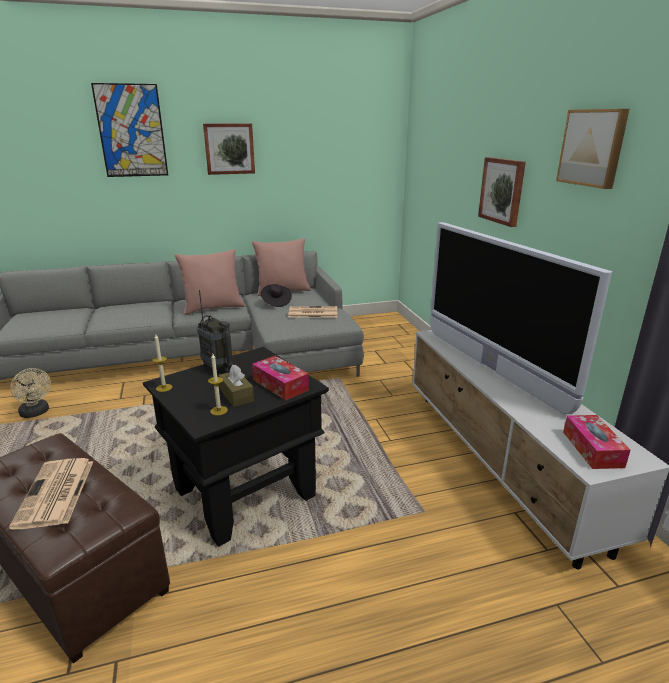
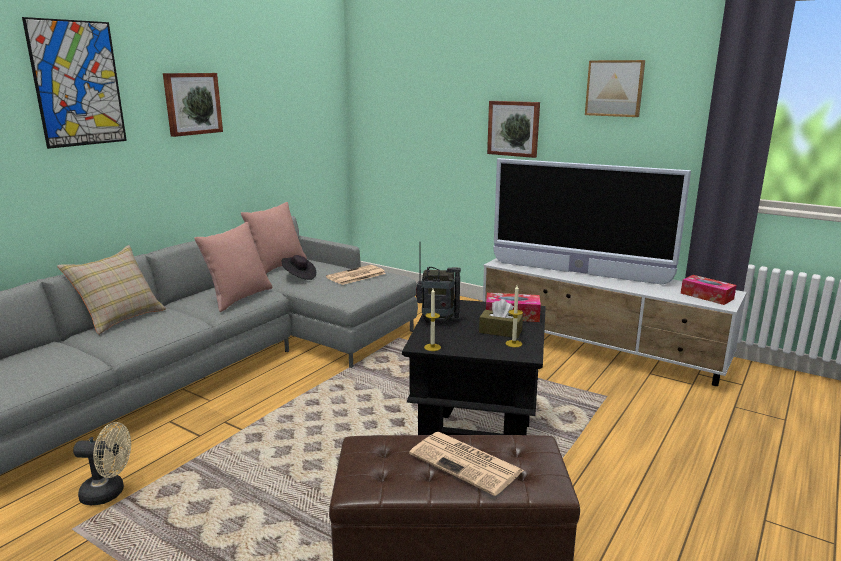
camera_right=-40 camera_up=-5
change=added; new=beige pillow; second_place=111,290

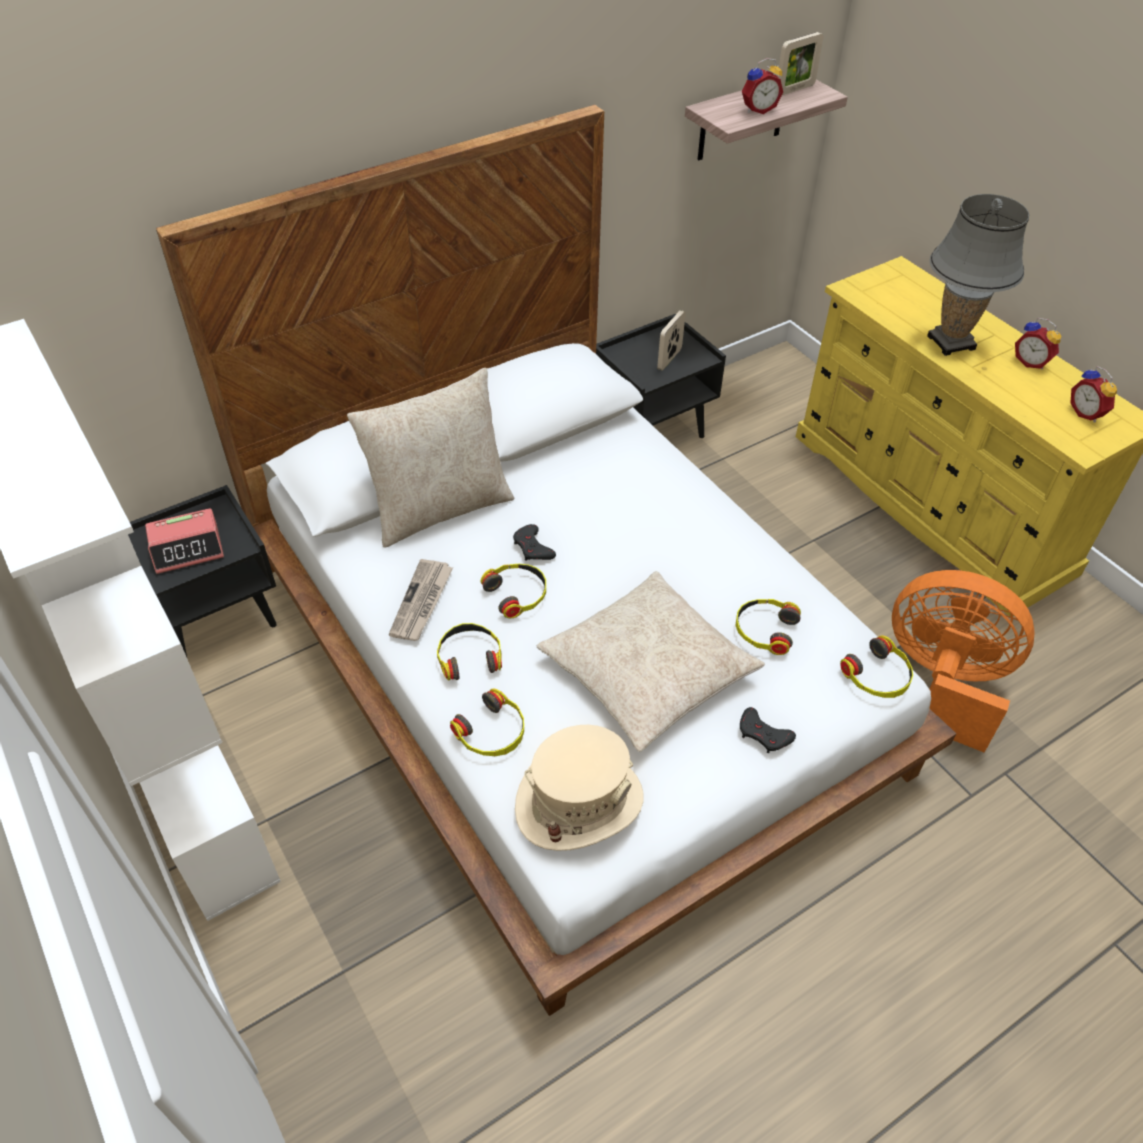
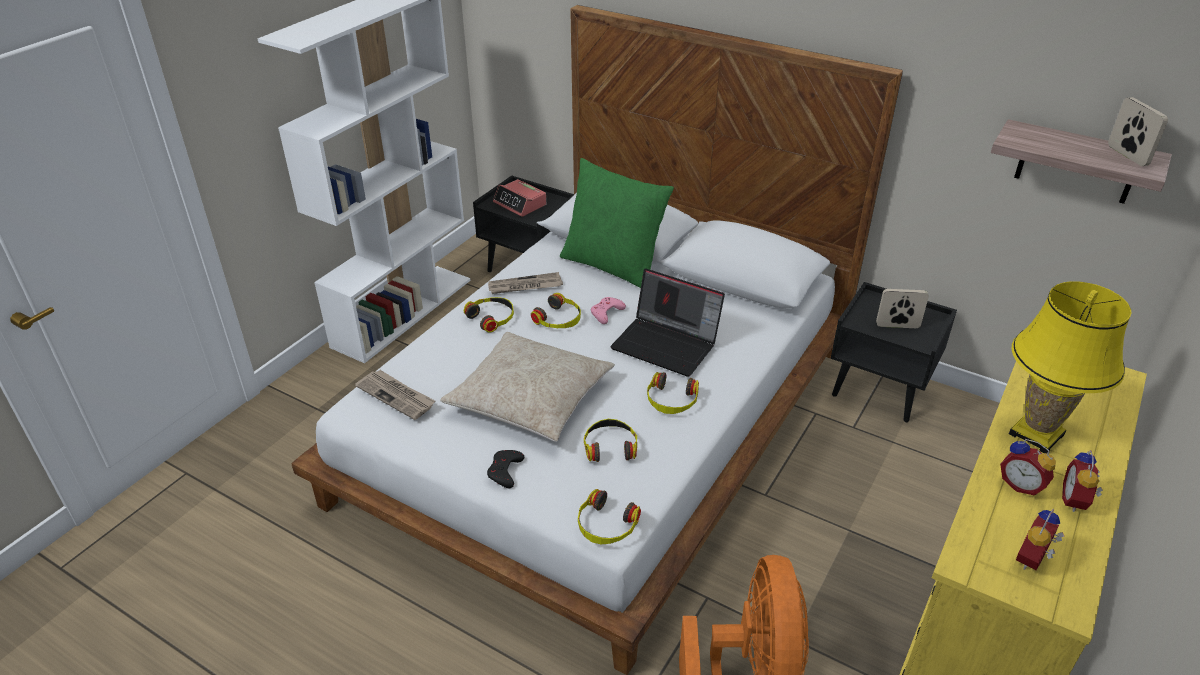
camera_right=65 camera_up=-10
change=recoloured; old=beige pillow; new=green pillow; first_place=430,458; second_place=617,223
change=moved; old=headphones; first_place=487,722; second_place=673,393
change=recoloured; old=black game controller; new=pink game controller; first_place=534,542; second_place=608,310
change=replaced; old=beige hat; new=newspaper; first_place=579,788; second_place=395,395
change=moved; old=alarm clock; first_place=762,86; second_place=1028,467
change=turned; old=picture frame; first_place=800,63; second_place=1138,131; degrees=-135
change=recoloured; old=grey table lamp; new=yellow table lamp; first_place=978,275; second_place=1070,367
change=added; new=laptop; second_place=668,322

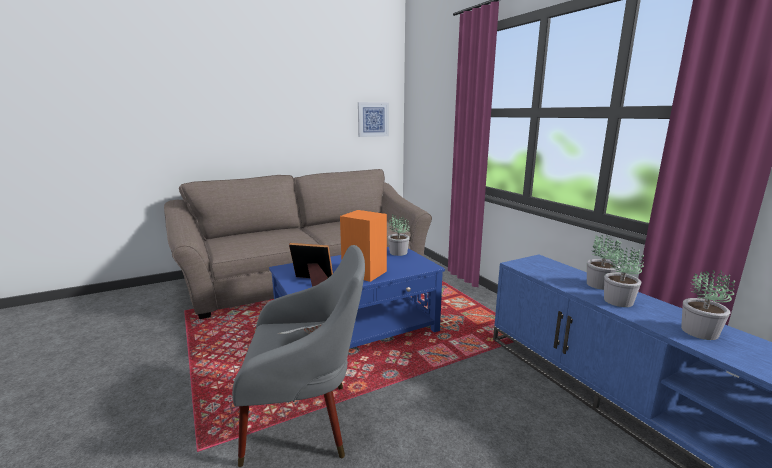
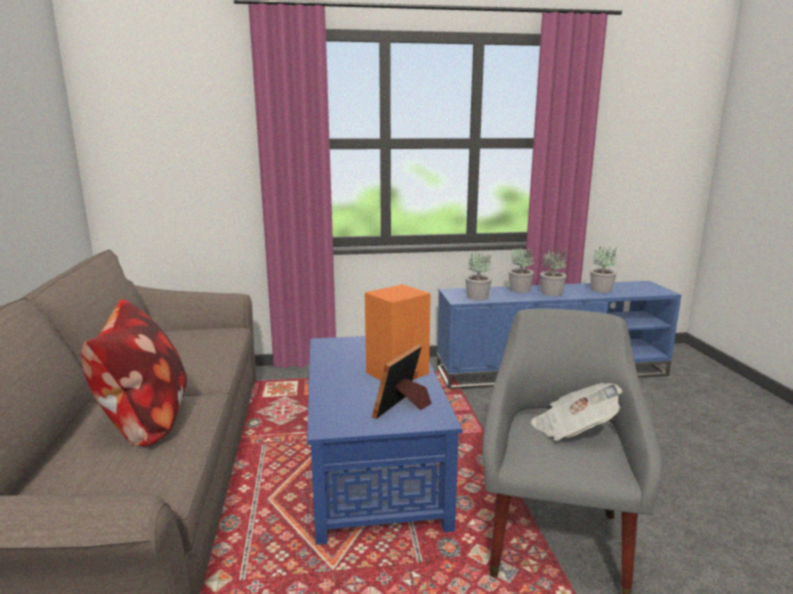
camera_right=-70 camera_up=0
change=removed; old=picture; first_place=373,119
change=moved; old=potted plant; first_place=399,235; second_place=478,276
change=added; new=pillow; second_place=134,372

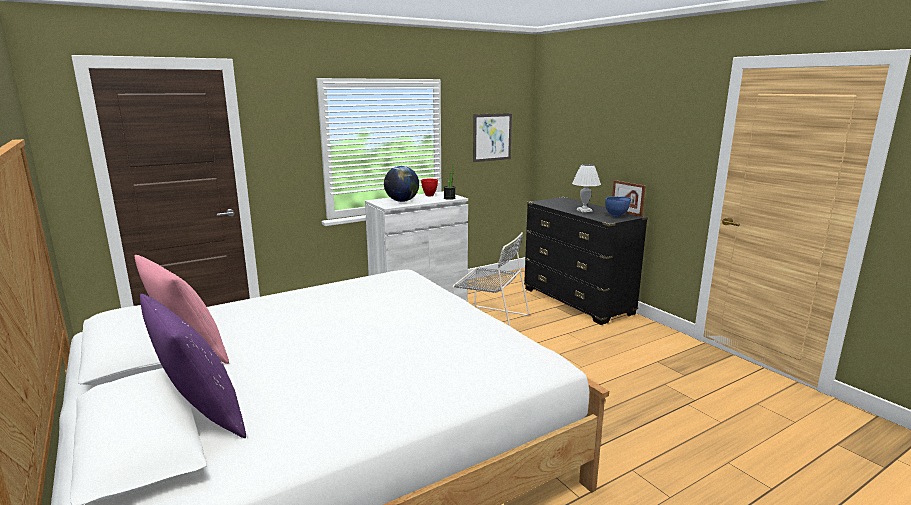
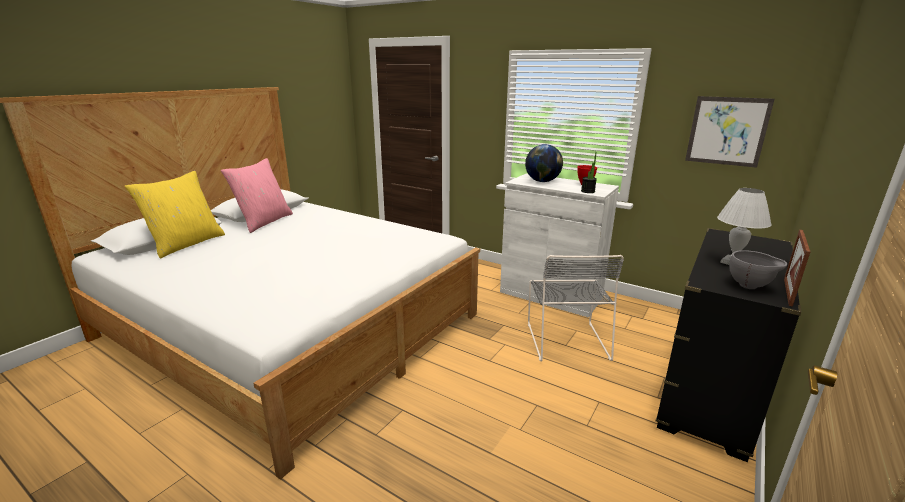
camera_right=65 camera_up=5
change=recoloured; old=purple pillow; new=yellow pillow; first_place=193,366; second_place=175,214
change=recoloured; old=blue bowl; new=grey bowl; first_place=618,207; second_place=758,269

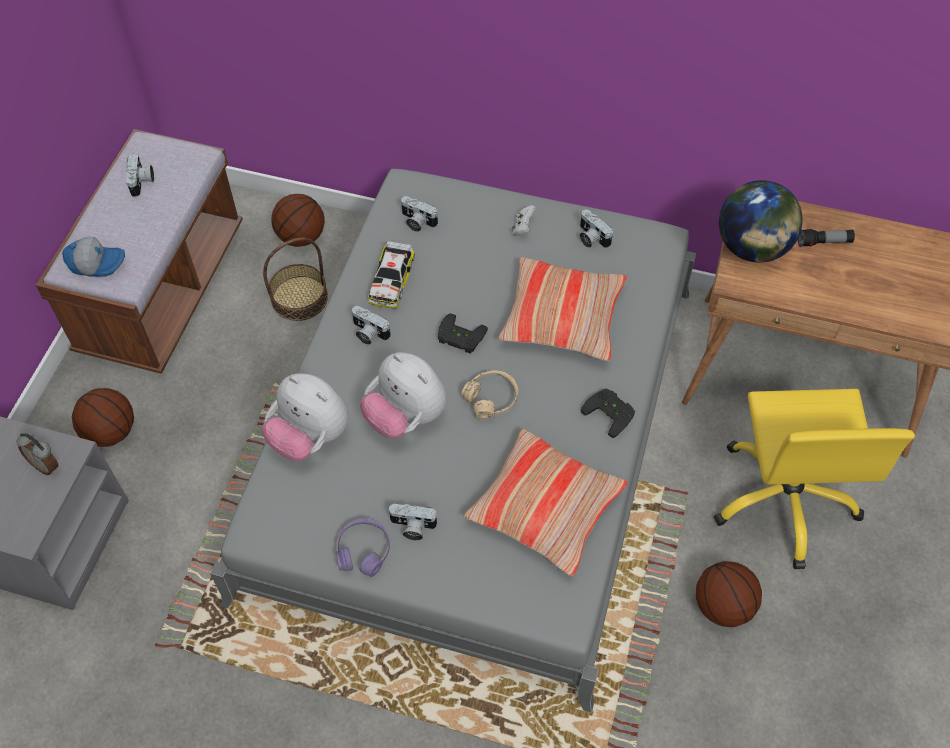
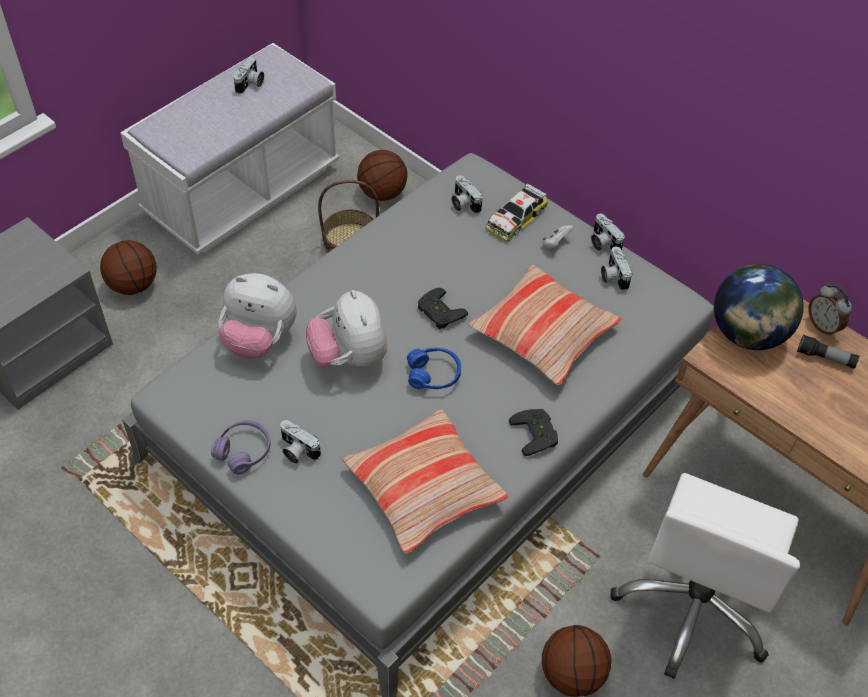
camera_right=25 camera_up=-5
change=moved; old=alarm clock; first_place=38,453; second_place=830,310
change=recoloured; old=brown bench; new=white bench; first_place=139,251; second_place=229,148
change=removed; old=cap; first_place=93,256
change=turned; old=plush toy; first_place=305,417; second_place=257,316; degrees=-45
change=moved; old=photo camera; first_place=371,325; second_place=608,232
change=moved; old=toy car; first_place=391,275; second_place=517,212
change=recoloured; old=beige headphones; new=blue headphones; first_place=489,395; second_place=434,368
change=recoloured; old=yellow office chair; new=white office chair; first_place=814,479; second_place=705,576

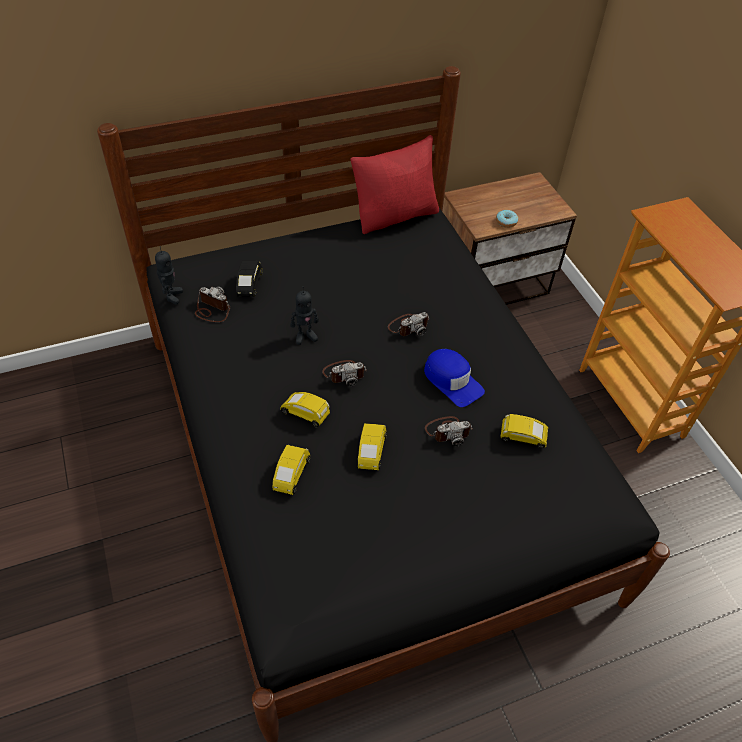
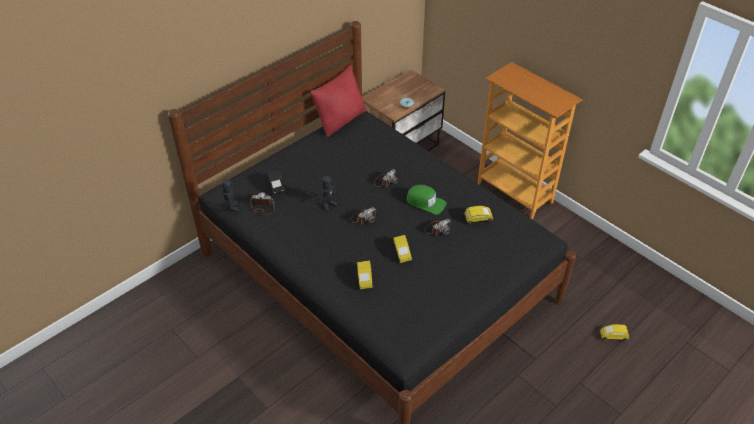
camera_right=-20 camera_up=-5
change=moved; old=yellow toy car; first_place=305,409; second_place=614,333
change=recoloured; old=blue cap; new=green cap; first_place=454,378; second_place=426,200

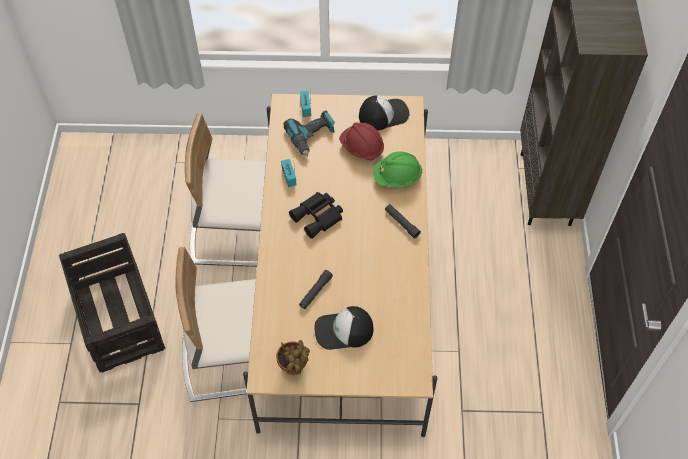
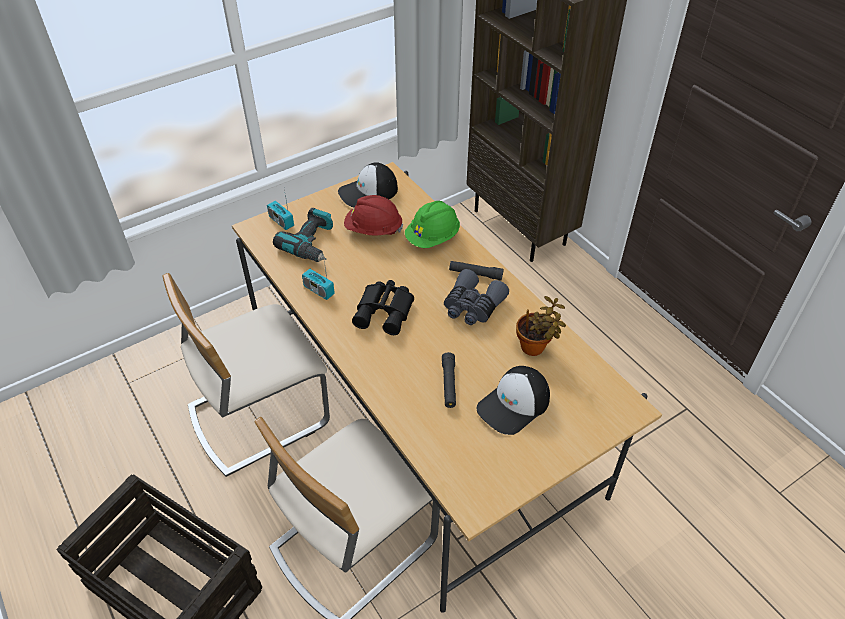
camera_right=-35 camera_up=-10
change=moved; old=potted plant; first_place=293,357; second_place=541,326
change=turned; old=cap; first_place=384,113; second_place=368,184; degrees=-150
change=added; new=grey binoculars; second_place=476,297

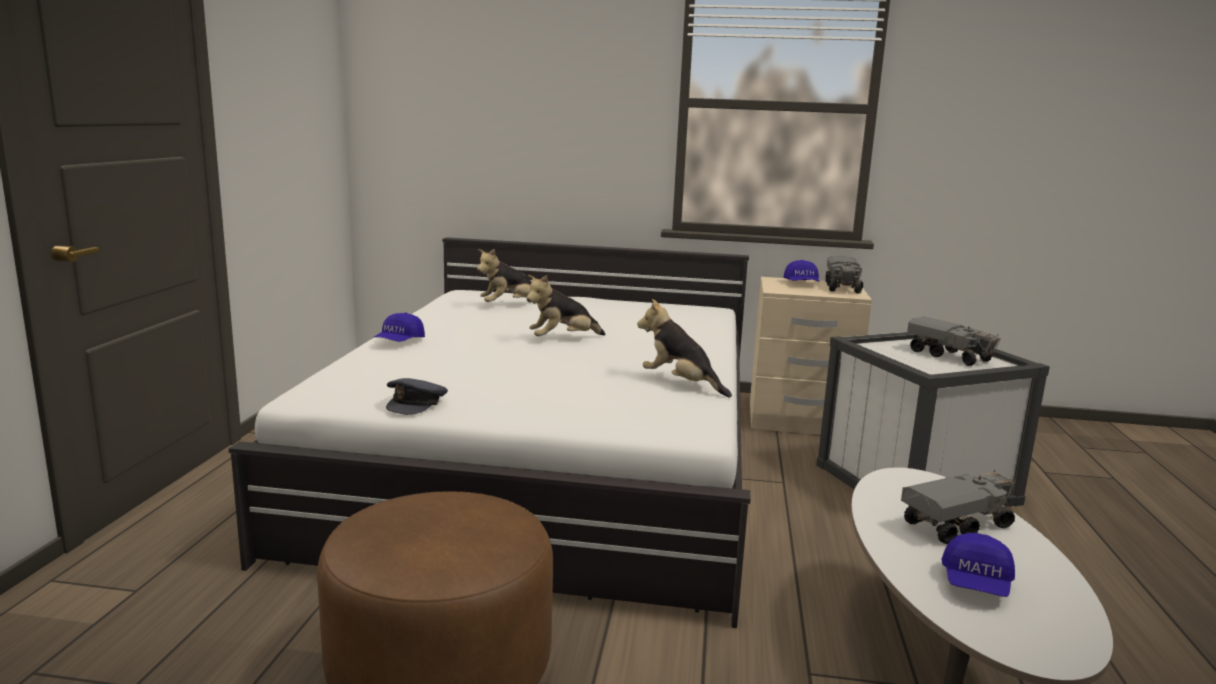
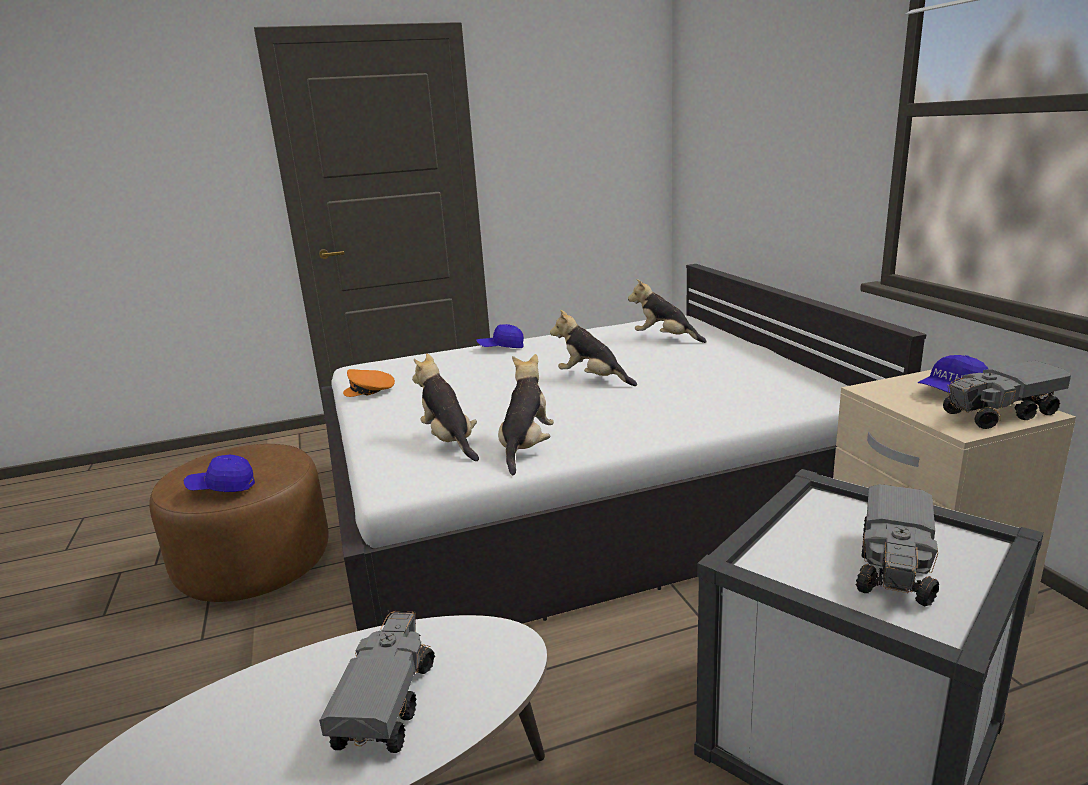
camera_right=65 camera_up=5
change=recoloured; old=grey cap; new=orange cap; first_place=417,396; second_place=369,383
change=turned; old=toy truck; first_place=958,507; second_place=377,682; degrees=-120
change=moved; old=blue cap; first_place=978,565; second_place=219,473
change=added; new=plush toy; second_place=445,407

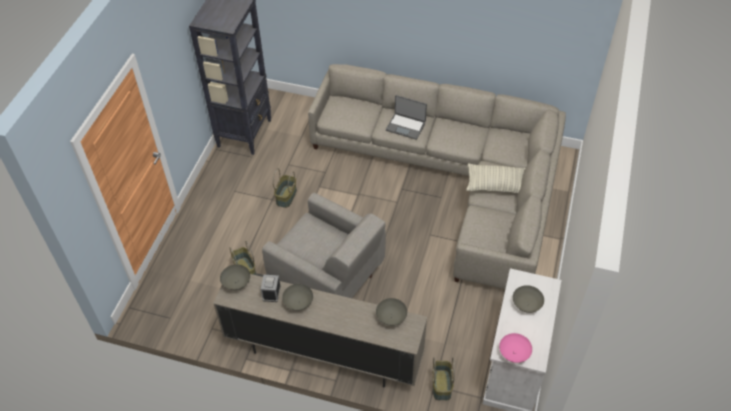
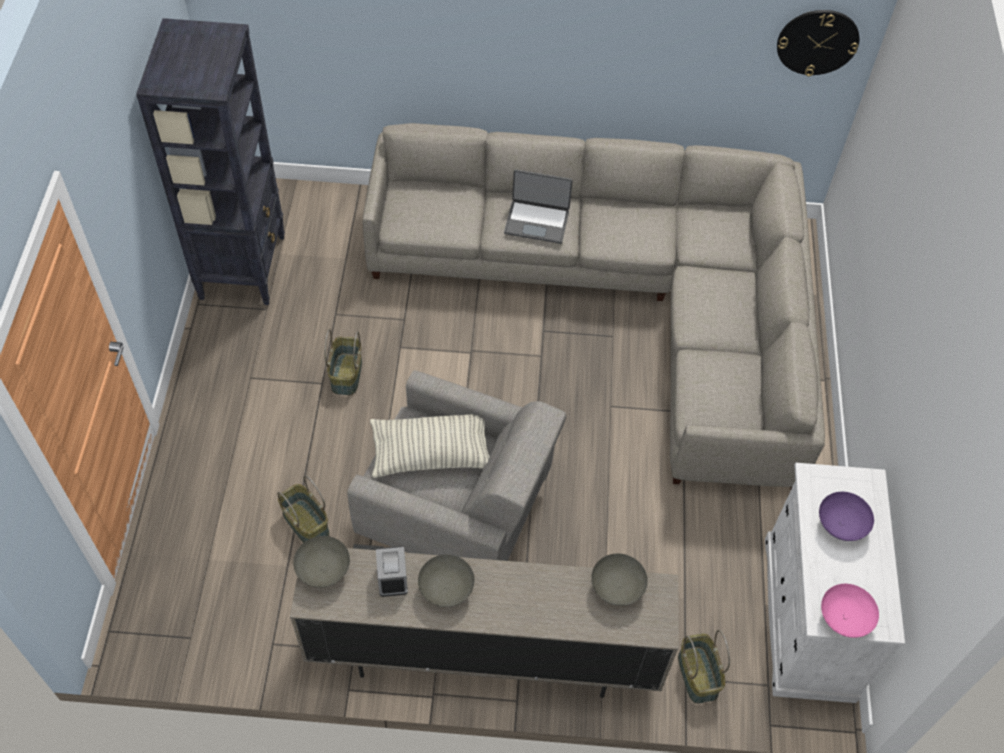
camera_right=-15 camera_up=5
change=moved; old=pillow; first_place=495,178; second_place=430,446
change=recoloured; old=grey bowl; new=purple bowl; first_place=528,299; second_place=846,516
change=added; new=wall clock; second_place=818,43

